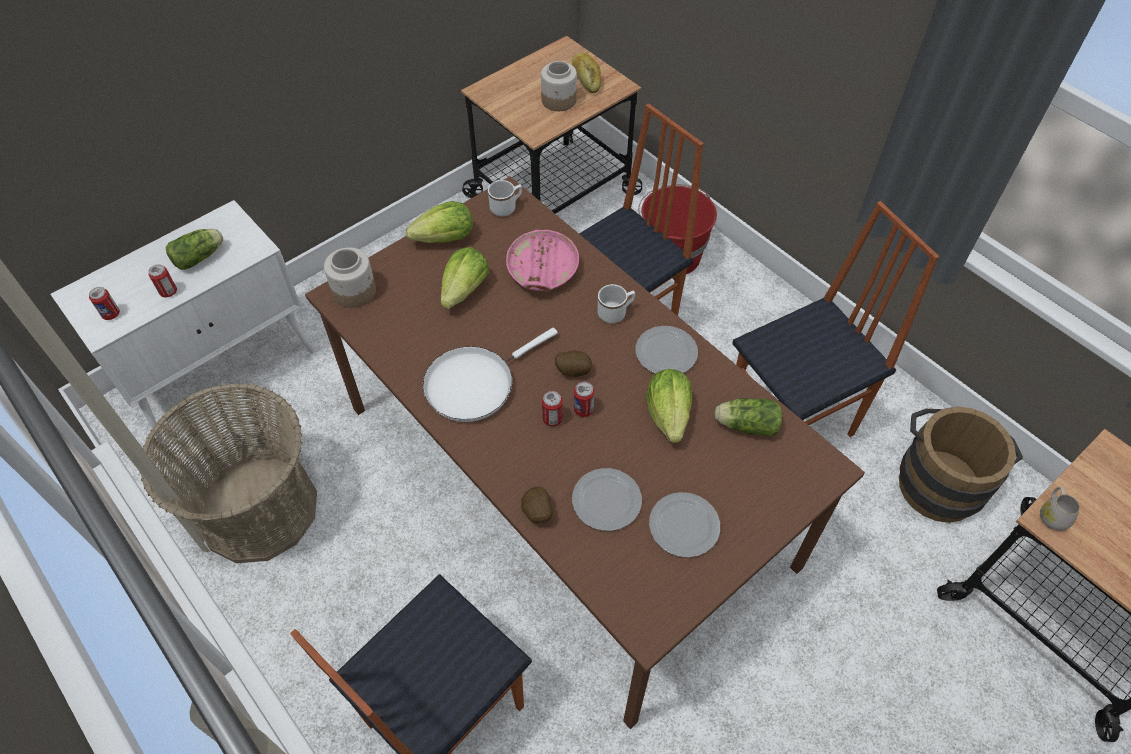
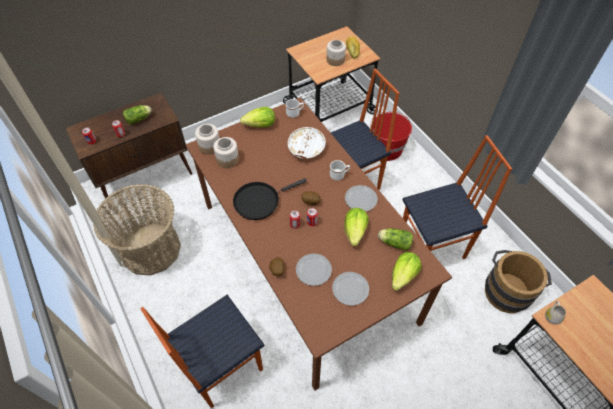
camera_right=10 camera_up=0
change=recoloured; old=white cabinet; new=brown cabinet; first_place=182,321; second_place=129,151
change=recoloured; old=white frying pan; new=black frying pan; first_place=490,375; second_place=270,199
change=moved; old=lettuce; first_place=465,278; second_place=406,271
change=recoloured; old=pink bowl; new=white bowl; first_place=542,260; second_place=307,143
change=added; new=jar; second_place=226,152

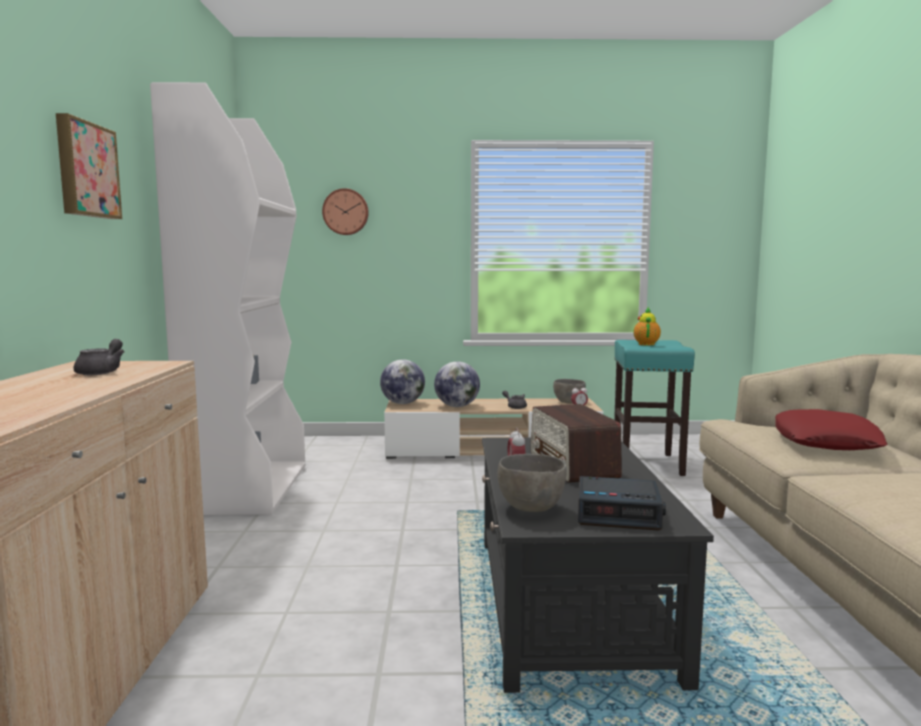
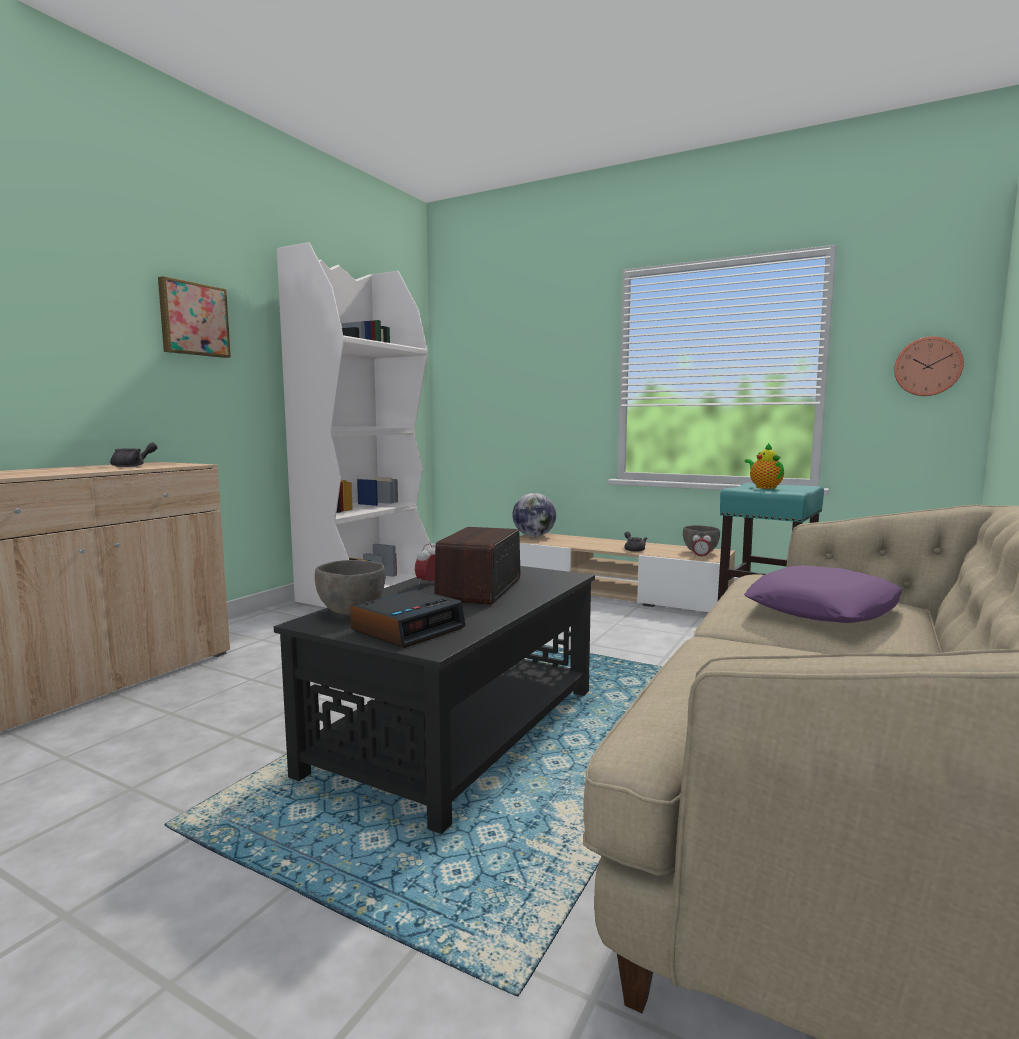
camera_right=30 camera_up=0
change=moved; old=wall clock; first_place=345,211; second_place=929,366
change=removed; old=globe; first_place=457,384
change=turned; old=alarm clock; first_place=622,503; second_place=407,618; degrees=-90
change=turned; old=teapot; first_place=647,326; second_place=764,466; degrees=-60
change=recoloured; old=red pillow; new=purple pillow; first_place=831,429; second_place=823,594

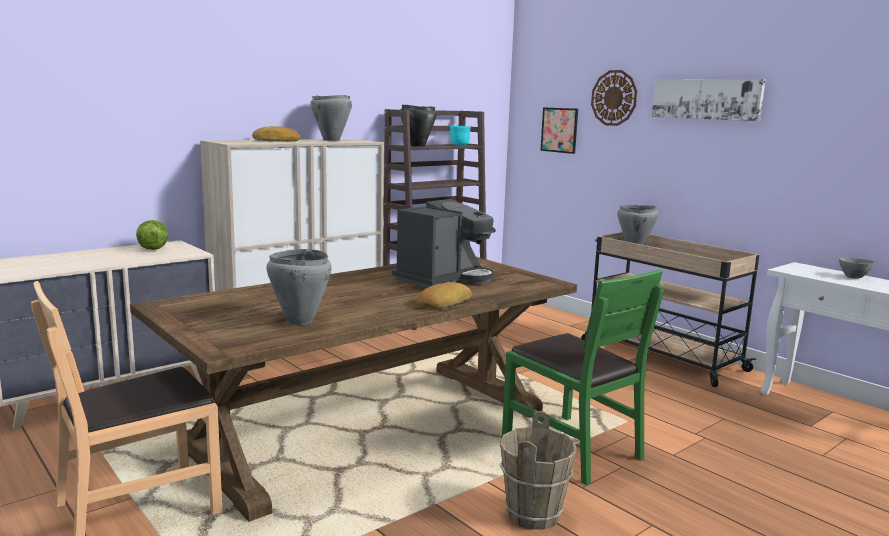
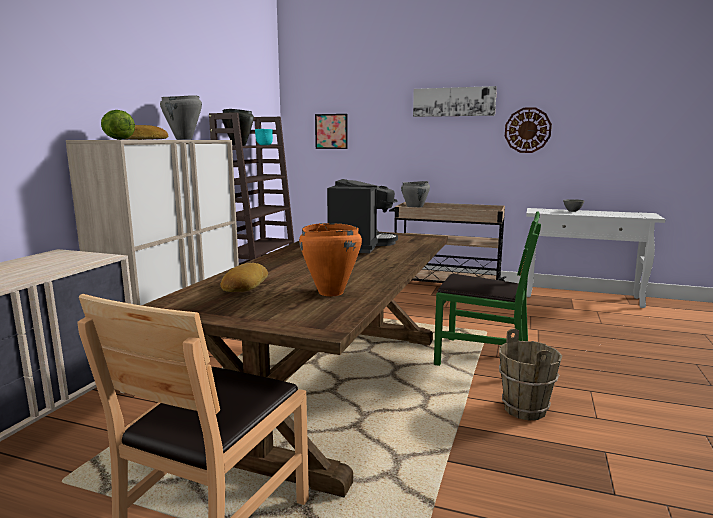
camera_right=-30 camera_up=0
change=moved; old=lettuce; first_place=152,235; second_place=118,125
change=recoloured; old=grey cooking pot; new=orange cooking pot; first_place=299,287; second_place=330,259
change=moved; old=bread; first_place=444,295; second_place=244,277
change=moved; old=wall clock; first_place=614,98; second_place=528,130

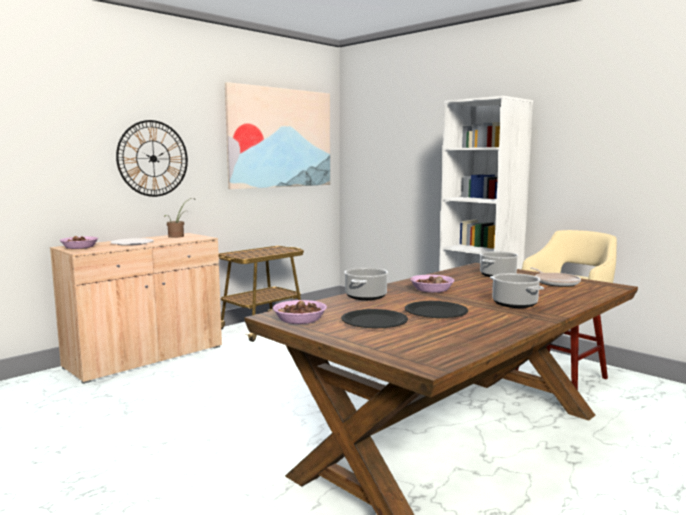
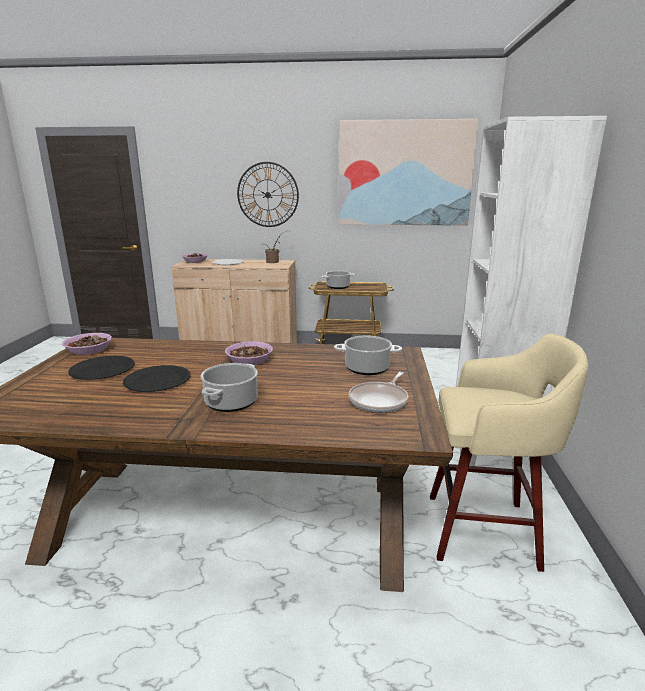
camera_right=50 camera_up=10
change=moved; old=cooking pot; first_place=366,283; second_place=338,280

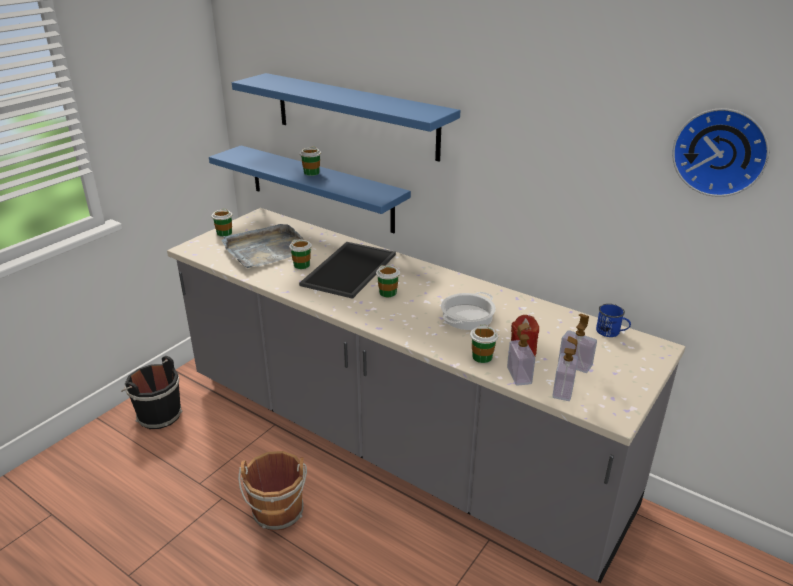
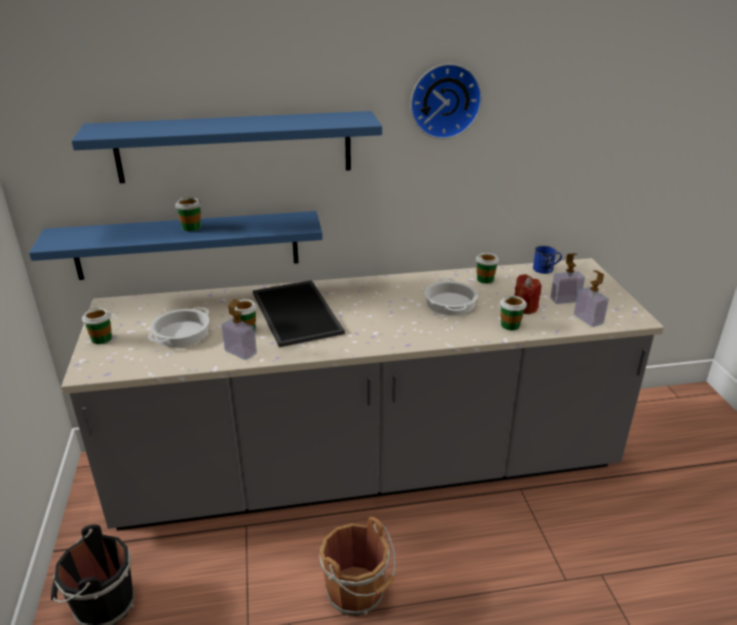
camera_right=-45 camera_up=0
change=replaced; old=grey tray; new=cooking pot; first_place=266,246; second_place=178,327
change=moved; old=cup; first_place=388,281; second_place=487,268
change=moved; old=soap dispenser; first_place=521,354; second_place=239,329
change=moved; old=wall clock; first_place=720,152; second_place=446,101

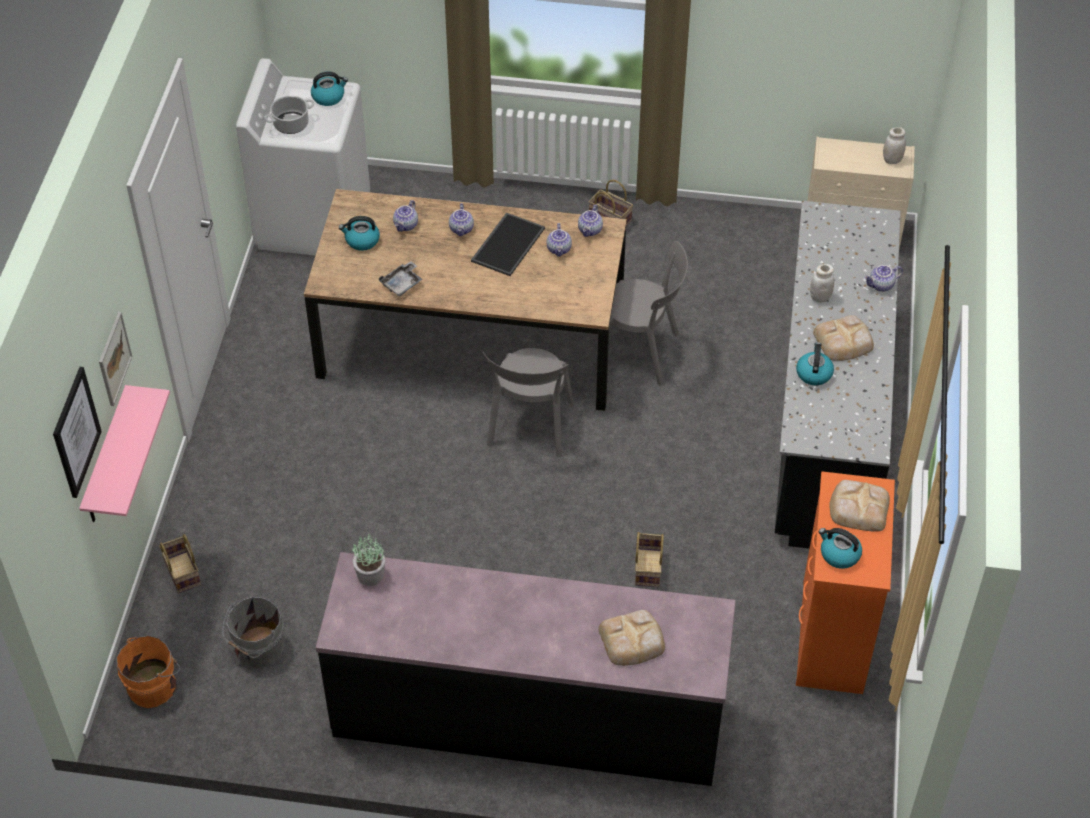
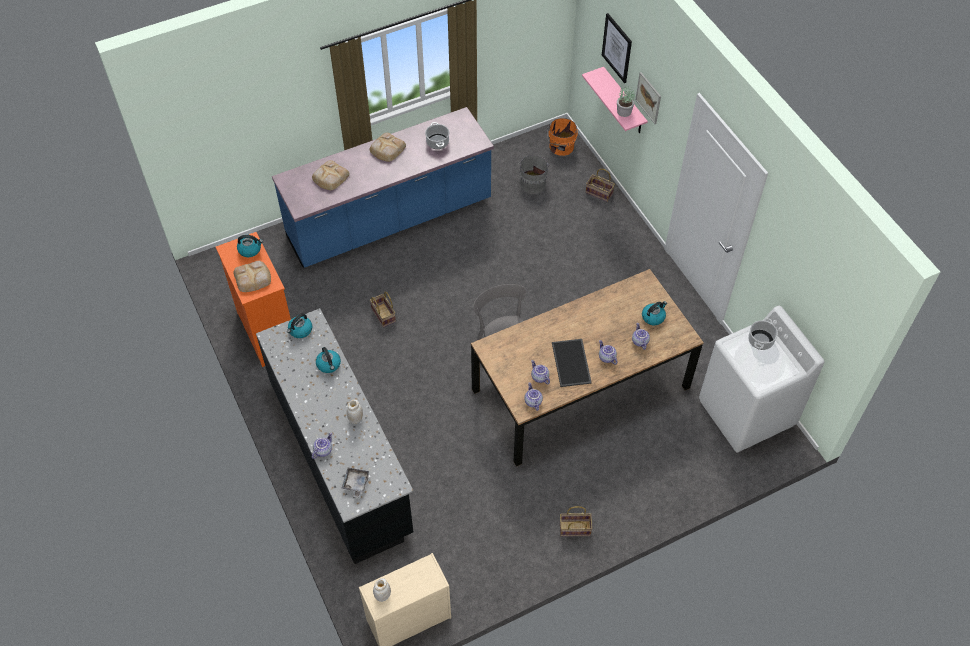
camera_right=145 camera_up=5
change=moved; old=kettle; first_place=329,88; second_place=299,325
change=recoloured; old=black counter; new=blue counter; first_place=526,669; second_place=383,187
change=moved; old=potted plant; first_place=368,559; second_place=626,101
change=moved; old=grey tray; first_place=401,278; second_place=355,483
change=removed; old=grey chair; first_place=641,313
change=moved; old=bread; first_place=843,338; second_place=388,147
change=added; new=cooking pot; second_place=437,135

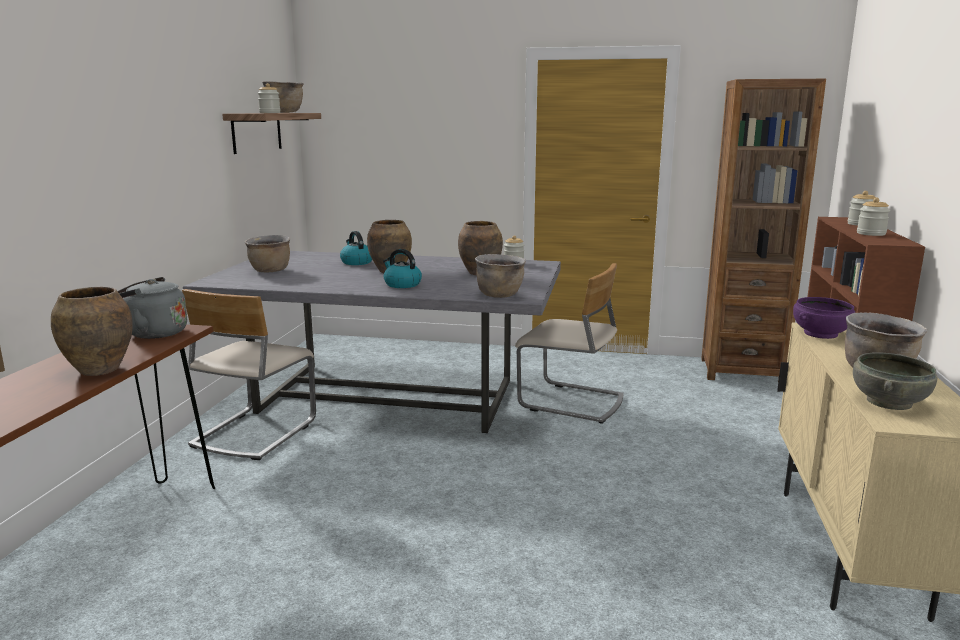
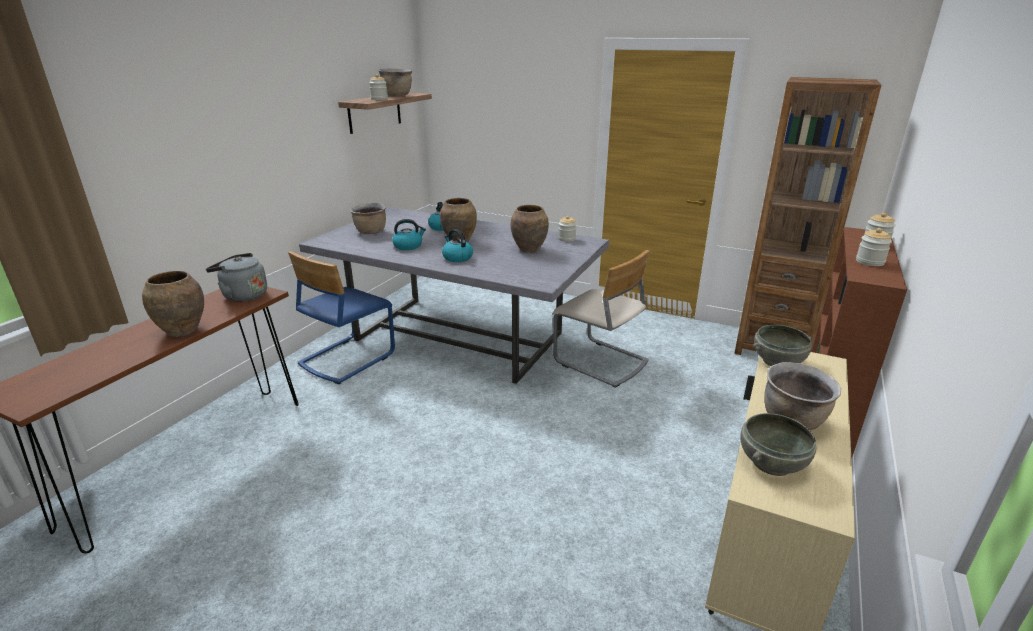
camera_right=15 camera_up=10
change=recoloured; old=beige chair; new=blue chair; first_place=249,374; second_place=341,318
change=removed; old=brown cooking pot; first_place=500,276
change=recoloured; old=purple bowl; new=grey bowl; first_place=824,318; second_place=782,345
change=added; new=kettle; second_place=409,234

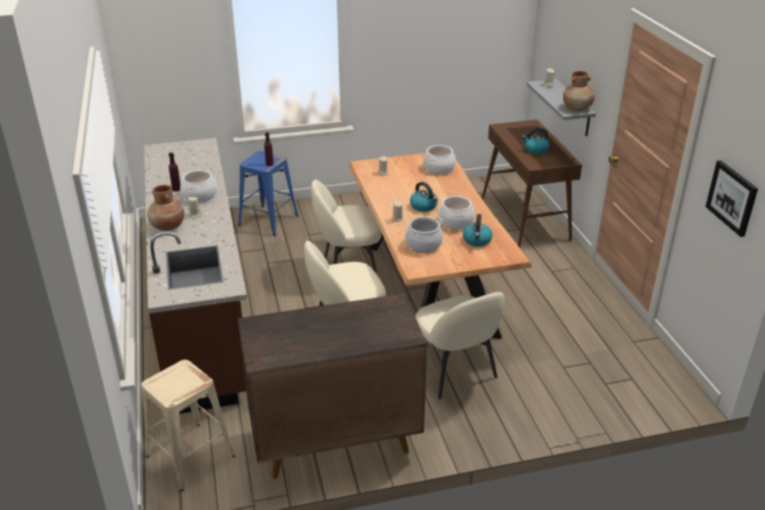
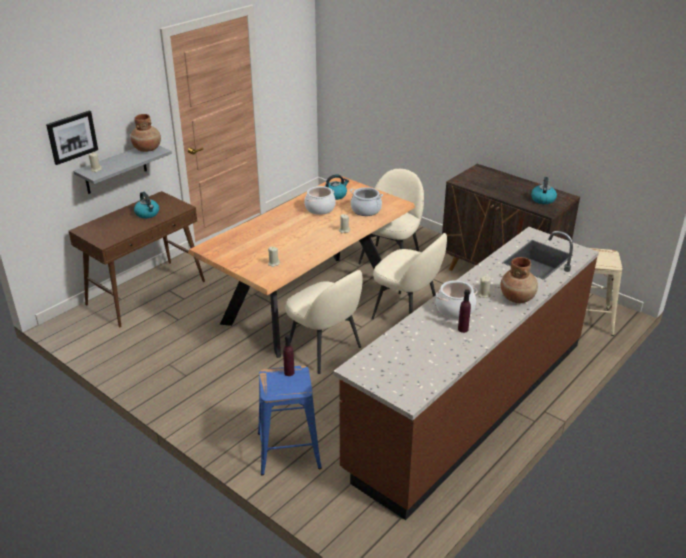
camera_right=-125 camera_up=0
change=moved; old=kettle; first_place=424,197; second_place=544,190
change=removed; old=cooking pot; first_place=439,160
change=moved; old=picture; first_place=731,198; second_place=72,138

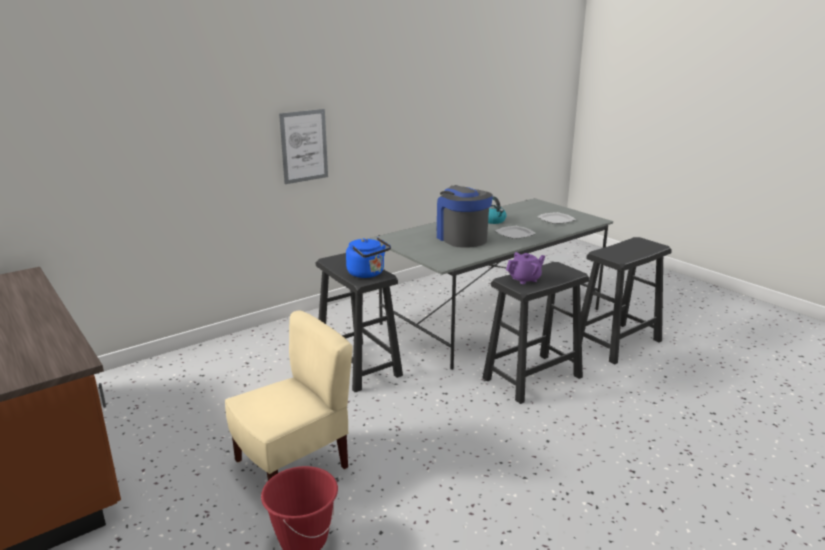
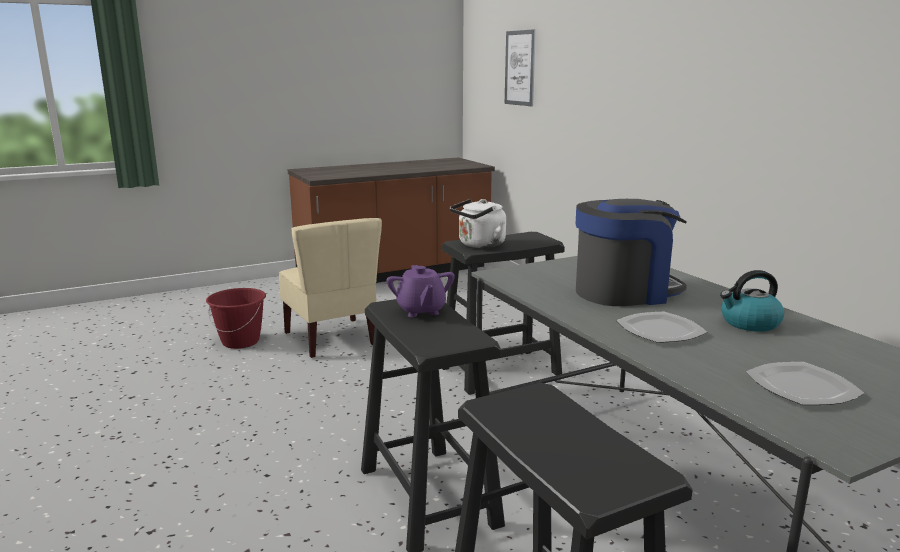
camera_right=100 camera_up=-5
change=moved; old=picture; first_place=303,146; second_place=520,67
change=recoloured; old=blue kettle; new=white kettle; first_place=368,257; second_place=478,223

